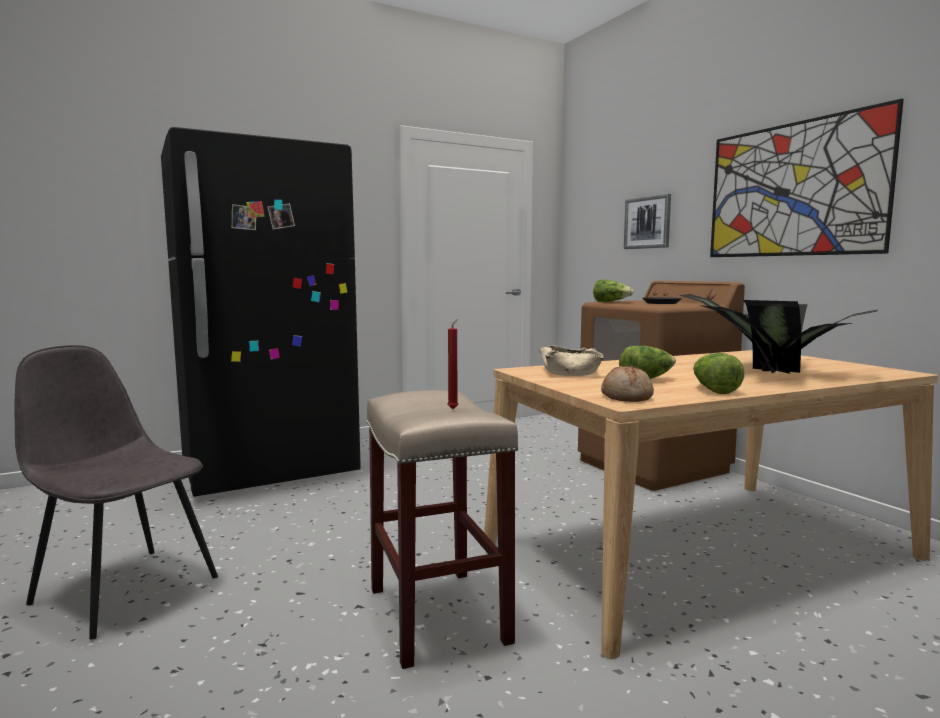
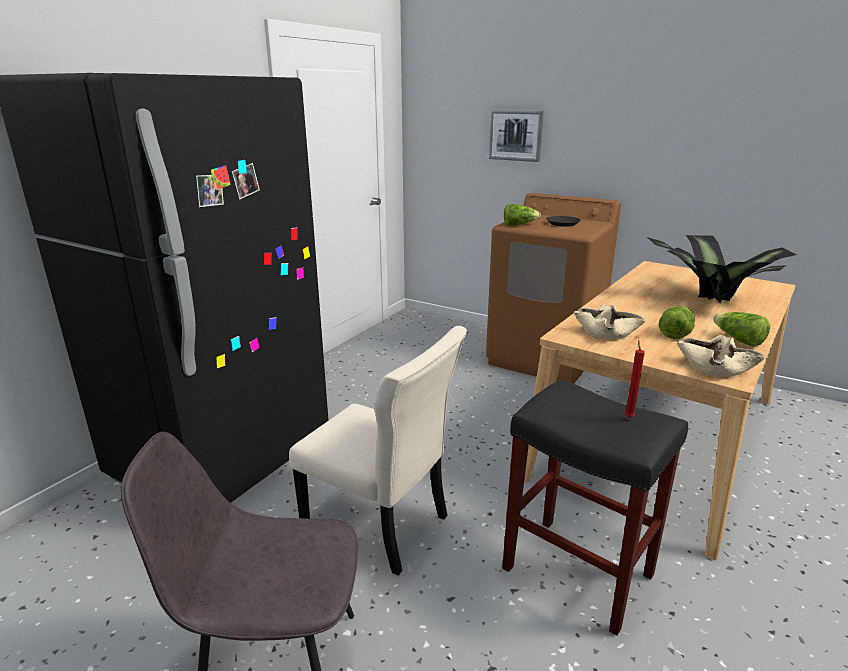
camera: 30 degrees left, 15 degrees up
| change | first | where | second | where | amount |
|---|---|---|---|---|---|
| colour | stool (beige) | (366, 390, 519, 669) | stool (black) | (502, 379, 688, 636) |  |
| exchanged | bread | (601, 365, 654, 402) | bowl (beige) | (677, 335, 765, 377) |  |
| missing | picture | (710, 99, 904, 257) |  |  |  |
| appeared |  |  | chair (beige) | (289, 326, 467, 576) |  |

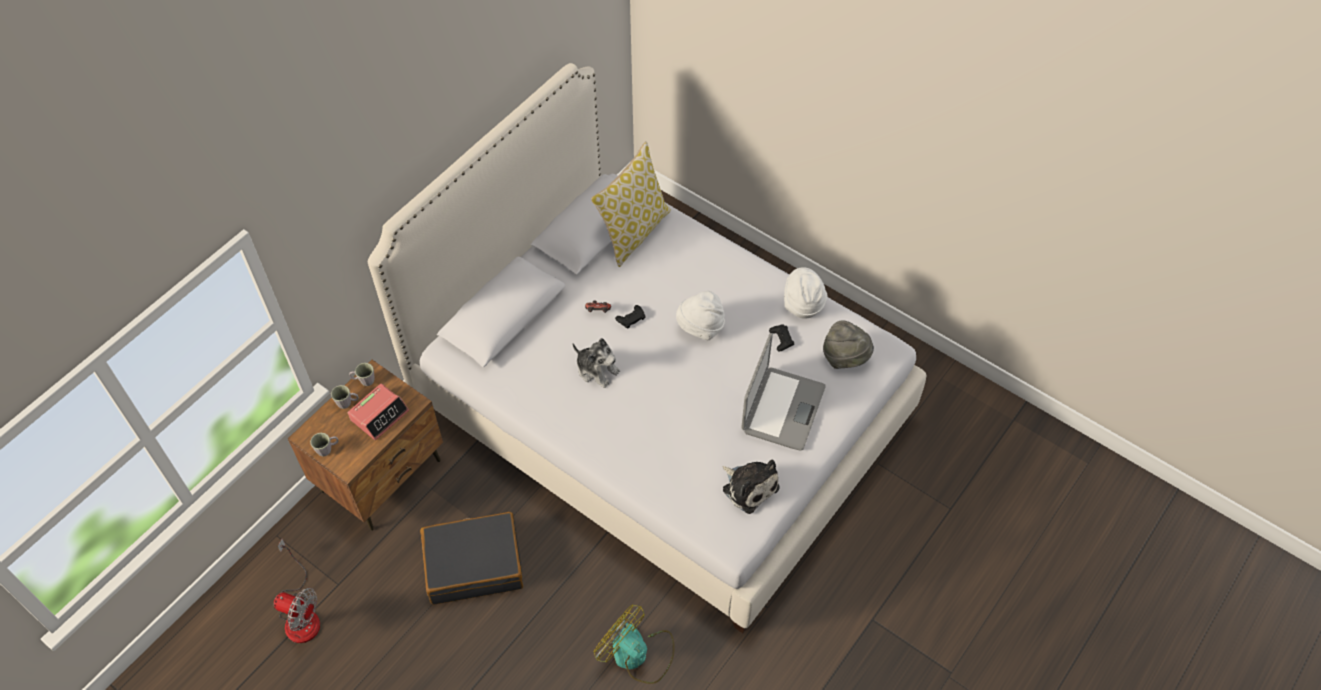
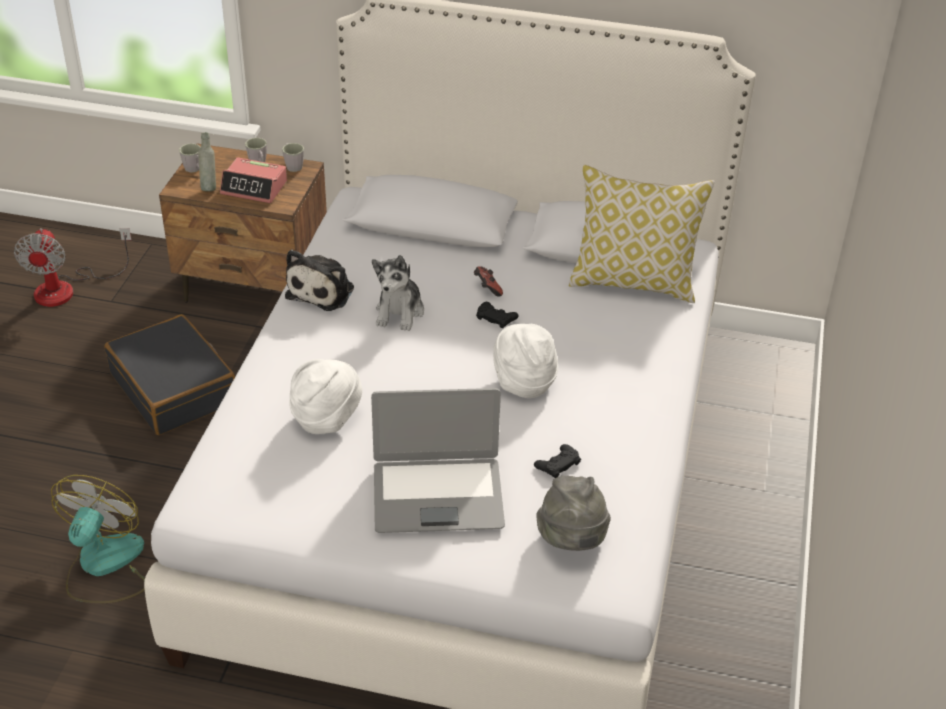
camera: 65 degrees right, 15 degrees down
| change | first | where | second | where | amount |
|---|---|---|---|---|---|
| relocated | plush toy | (722, 459, 780, 514) |  | (285, 250, 354, 311) |  |
| relocated | hat (white) | (784, 267, 828, 319) |  | (289, 359, 362, 434) |  |
| appeared |  |  | bottle (grey) | (198, 132, 216, 191) |  |

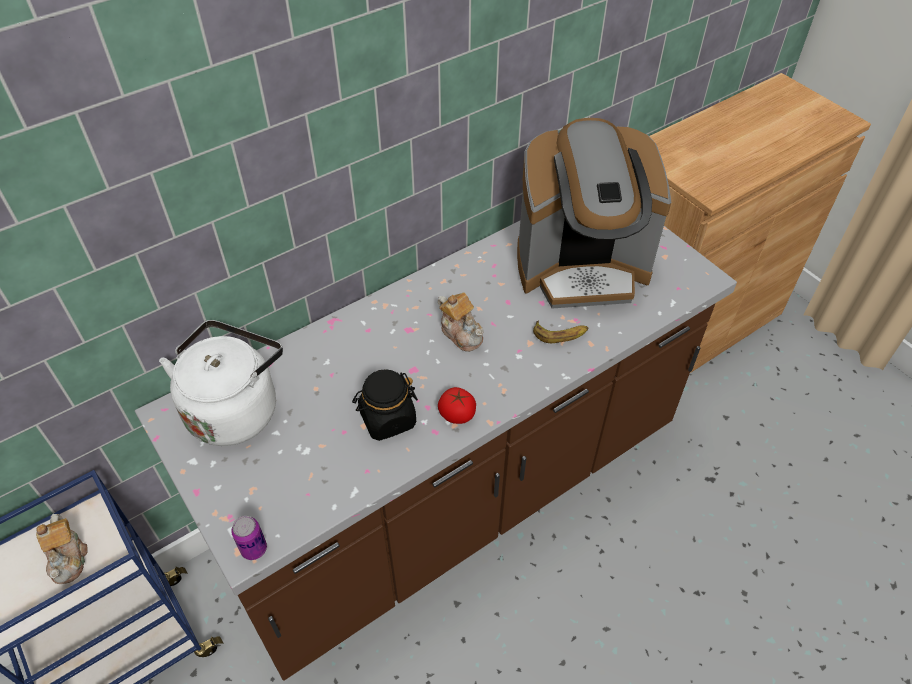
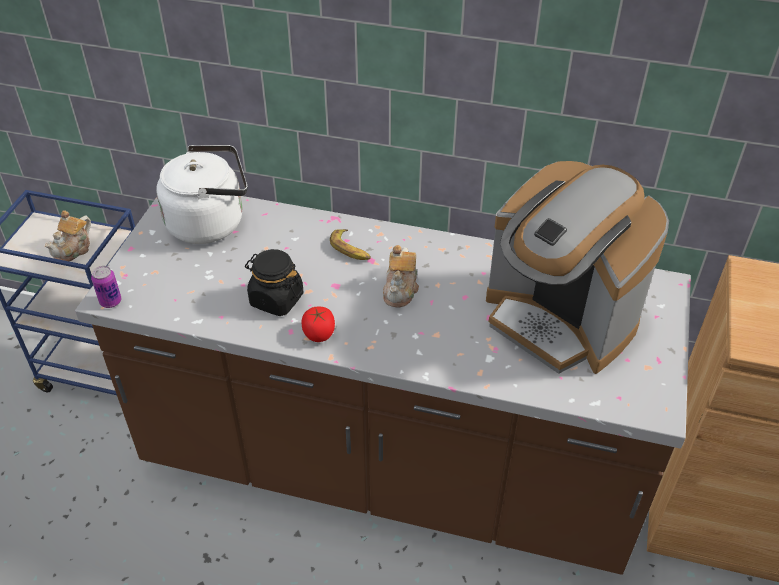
camera: 50 degrees right, 5 degrees down
| change | first | where | second | where | amount |
|---|---|---|---|---|---|
| relocated | banana | (533, 321, 588, 343) |  | (330, 229, 371, 260) |  |

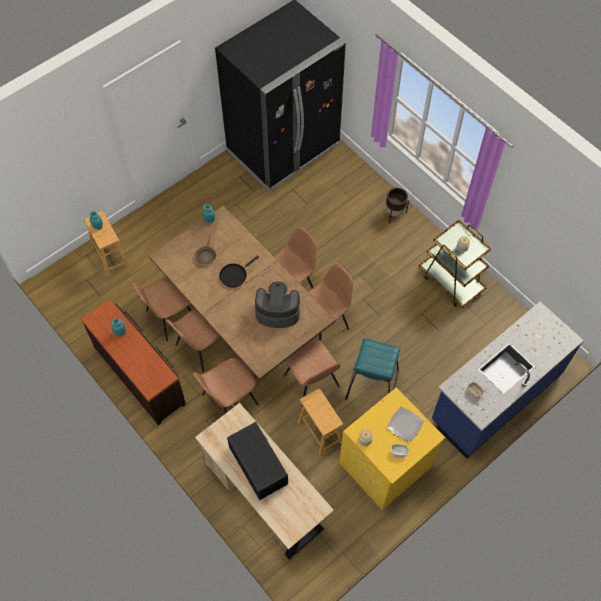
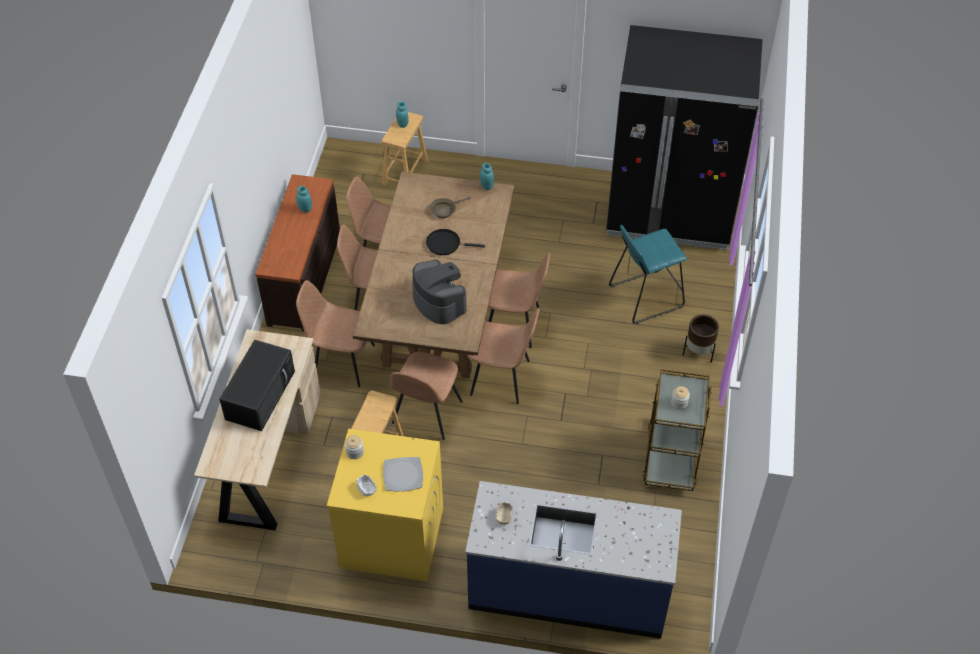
camera: 50 degrees right, 10 degrees down
| change | first | where | second | where | amount |
|---|---|---|---|---|---|
| relocated | stool (turquoise) | (345, 338, 400, 400) |  | (609, 225, 687, 324) |  |

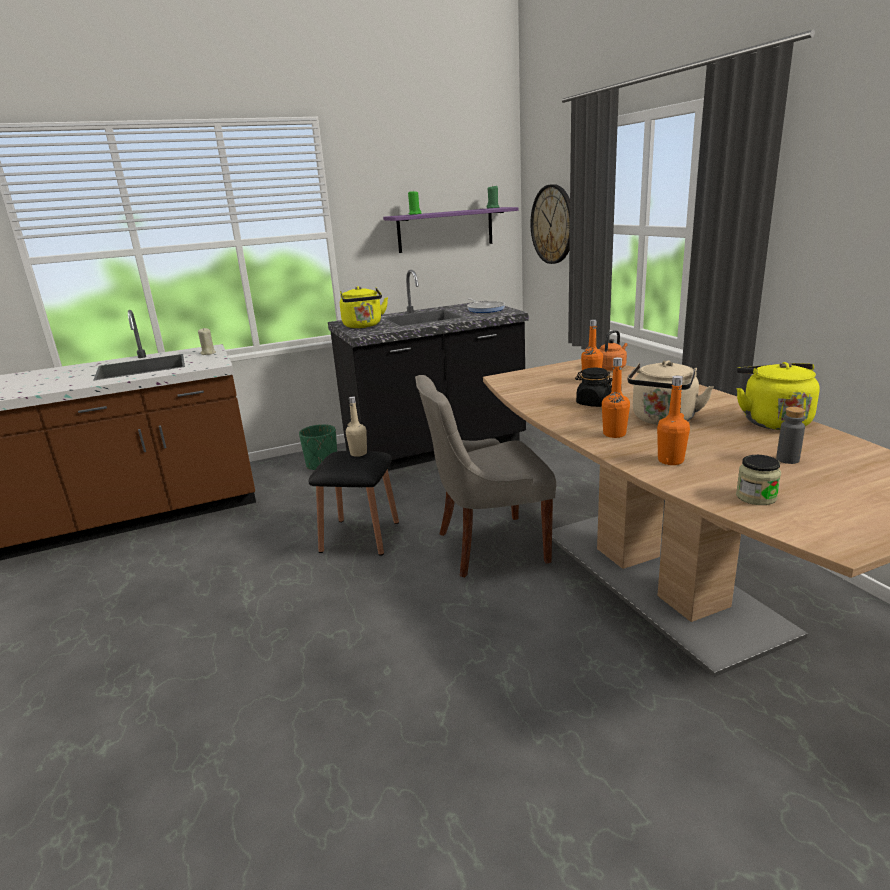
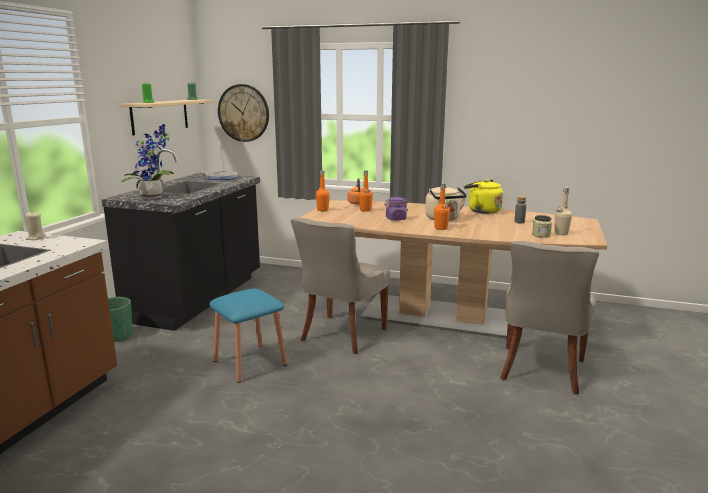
camera: 50 degrees left, 5 degrees down
| change | first | where | second | where | amount |
|---|---|---|---|---|---|
| colour | stool (black) | (308, 451, 399, 556) | stool (blue) | (209, 289, 287, 383) |  |
| exchanged | kettle (yellow) | (340, 286, 388, 328) | potted plant | (121, 124, 174, 199) |  |
| relocated | bottle (beige) | (346, 396, 367, 457) |  | (554, 187, 572, 235) |  |
| colour | shelf (purple) | (383, 207, 519, 253) | shelf (beige) | (121, 99, 214, 136) |  |
| colour | jar (black) | (575, 368, 612, 407) | jar (purple) | (384, 197, 408, 221) |  |
| relocated | bottle (orange) | (657, 376, 690, 465) |  | (316, 170, 330, 211) |  |
| appeared |  |  | chair (grey) | (500, 241, 599, 395) |  |

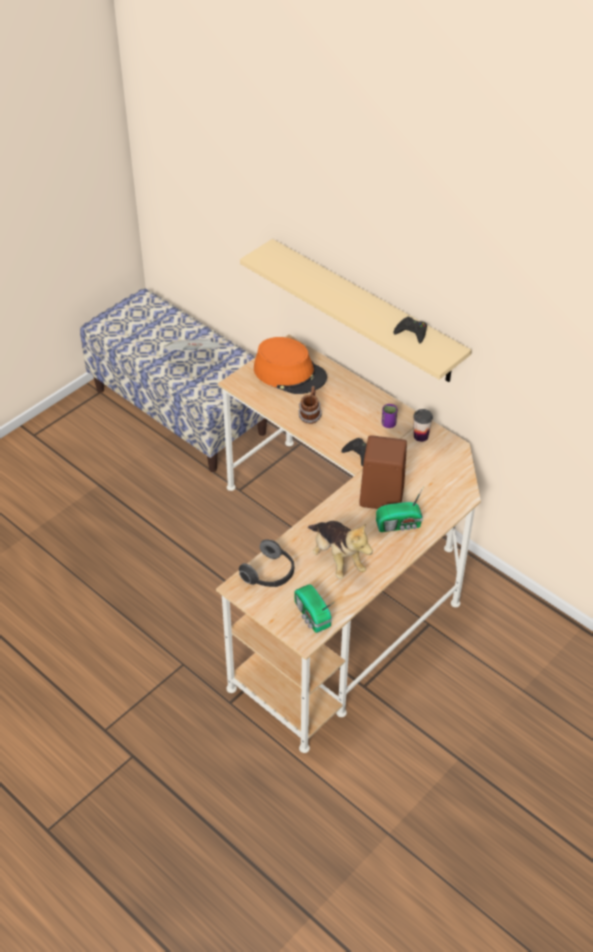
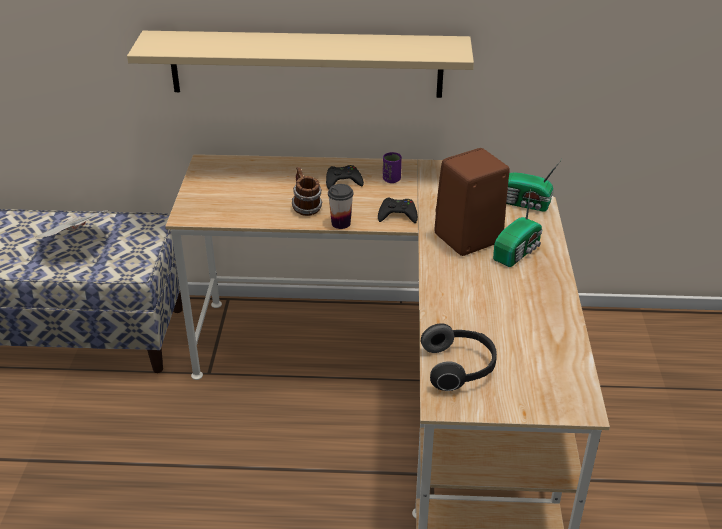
camera: 40 degrees left, 10 degrees down
| change | first | where | second | where | amount |
|---|---|---|---|---|---|
| missing | hat (orange) | (254, 337, 327, 394) |  |  |  |
| relocated | radio | (294, 584, 334, 633) |  | (506, 159, 562, 212) |  |
| missing | plush toy | (308, 521, 373, 579) |  |  |  |
| relocated | game controller (black) | (394, 317, 427, 343) |  | (326, 165, 364, 190) |  |
| relocated | cup | (413, 409, 433, 442) |  | (328, 184, 354, 229) |  |

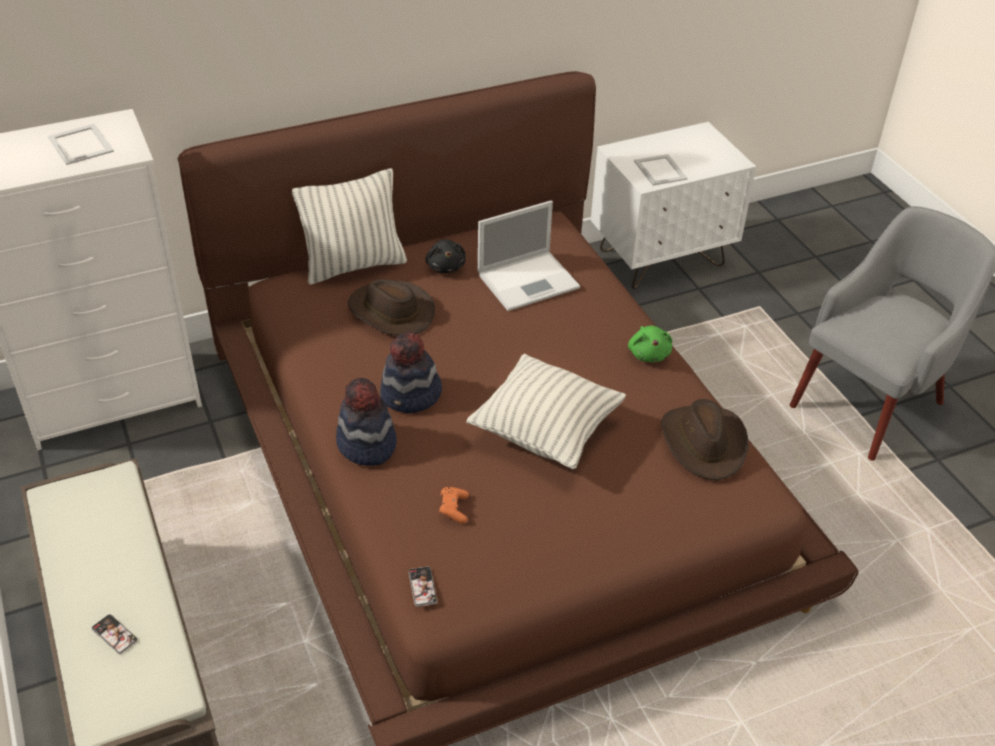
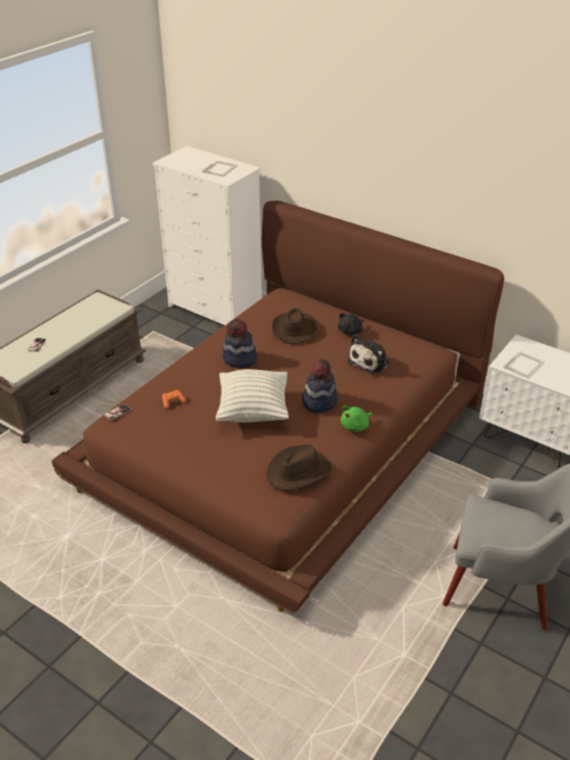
camera: 60 degrees right, 5 degrees down
| change | first | where | second | where | amount |
|---|---|---|---|---|---|
| missing | pillow | (292, 168, 407, 285) |  |  |  |
| relocated | hat | (336, 378, 397, 466) |  | (302, 359, 338, 413) |  |
| exchanged | laptop | (478, 201, 580, 311) | plush toy | (347, 334, 389, 374) |  |

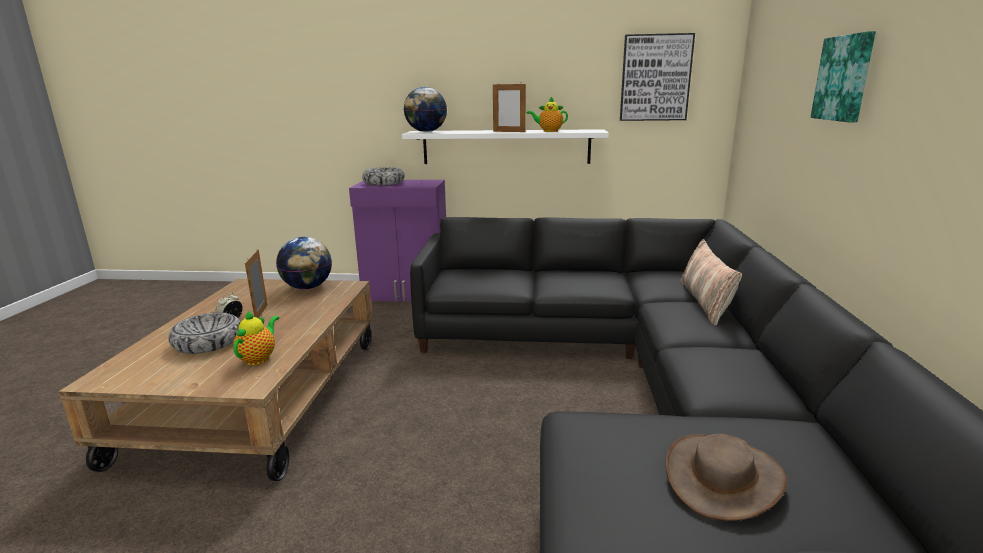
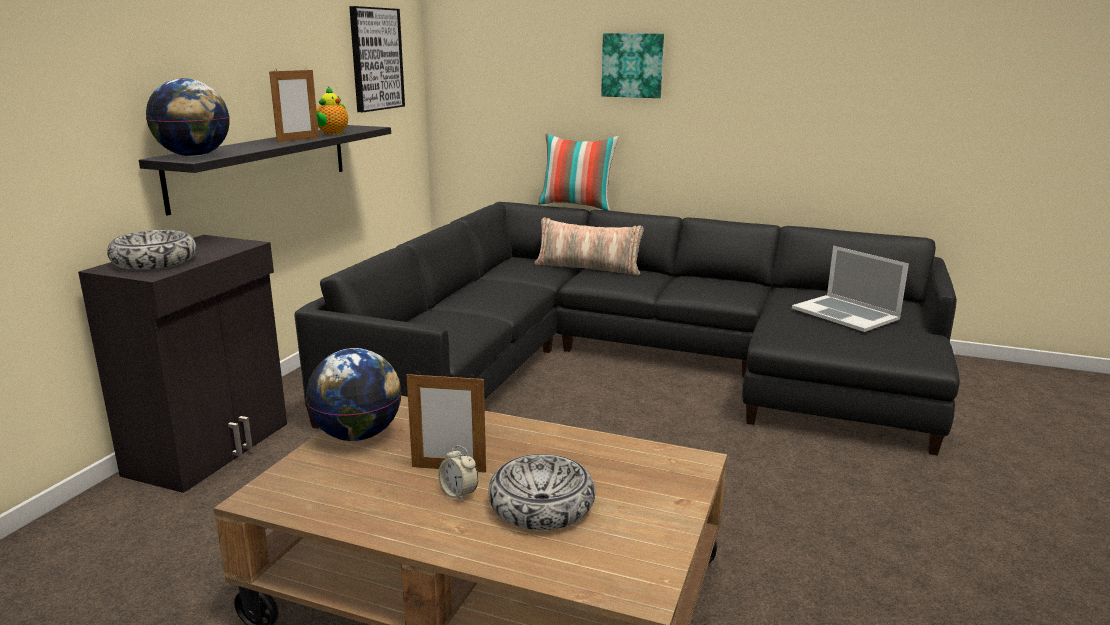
camera: 75 degrees left, 0 degrees up
| change | first | where | second | where | amount |
|---|---|---|---|---|---|
| missing | teapot | (233, 310, 279, 365) |  |  |  |
| colour | cabinet (purple) | (349, 180, 446, 302) | cabinet (black) | (78, 235, 287, 493) |  |
| colour | shelf (white) | (402, 129, 609, 164) | shelf (black) | (139, 125, 391, 216) |  |
| exchanged | hat (brown) | (665, 434, 787, 521) | laptop | (792, 246, 909, 332) |  |
| appeared |  |  | pillow | (538, 134, 618, 211) |  |

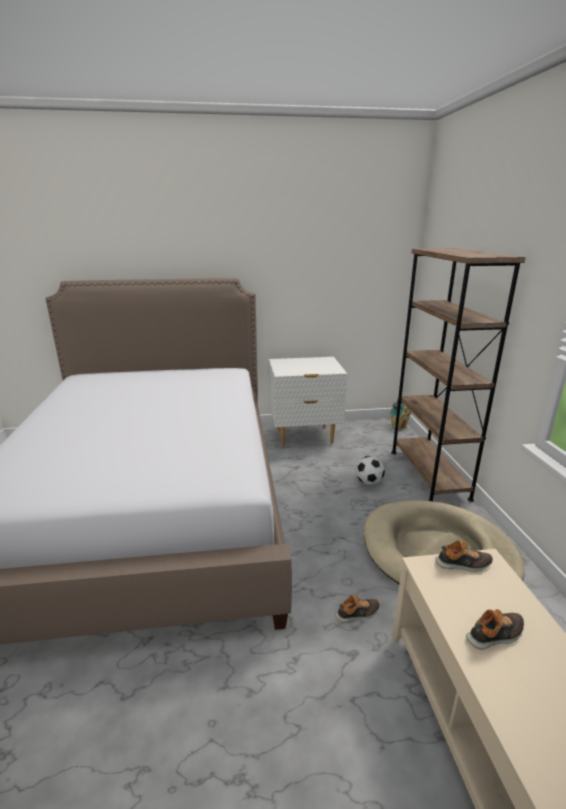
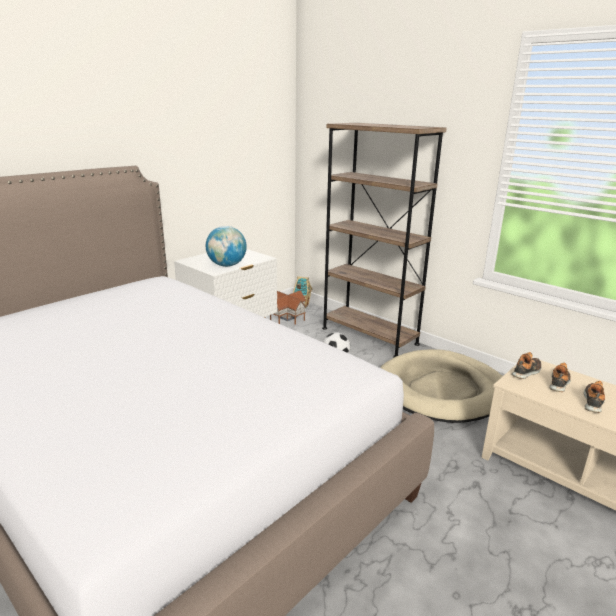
camera: 40 degrees left, 0 degrees up
| change | first | where | second | where | amount |
|---|---|---|---|---|---|
| relocated | shoe | (335, 595, 380, 623) |  | (549, 363, 571, 392) |  |
| appeared |  |  | globe | (206, 226, 247, 267) |  |
| appeared |  |  | toy house | (270, 290, 306, 325) |  |

